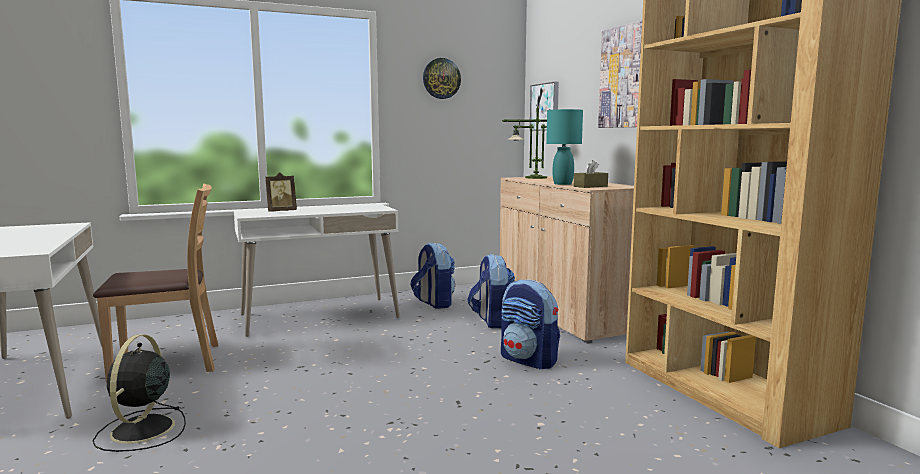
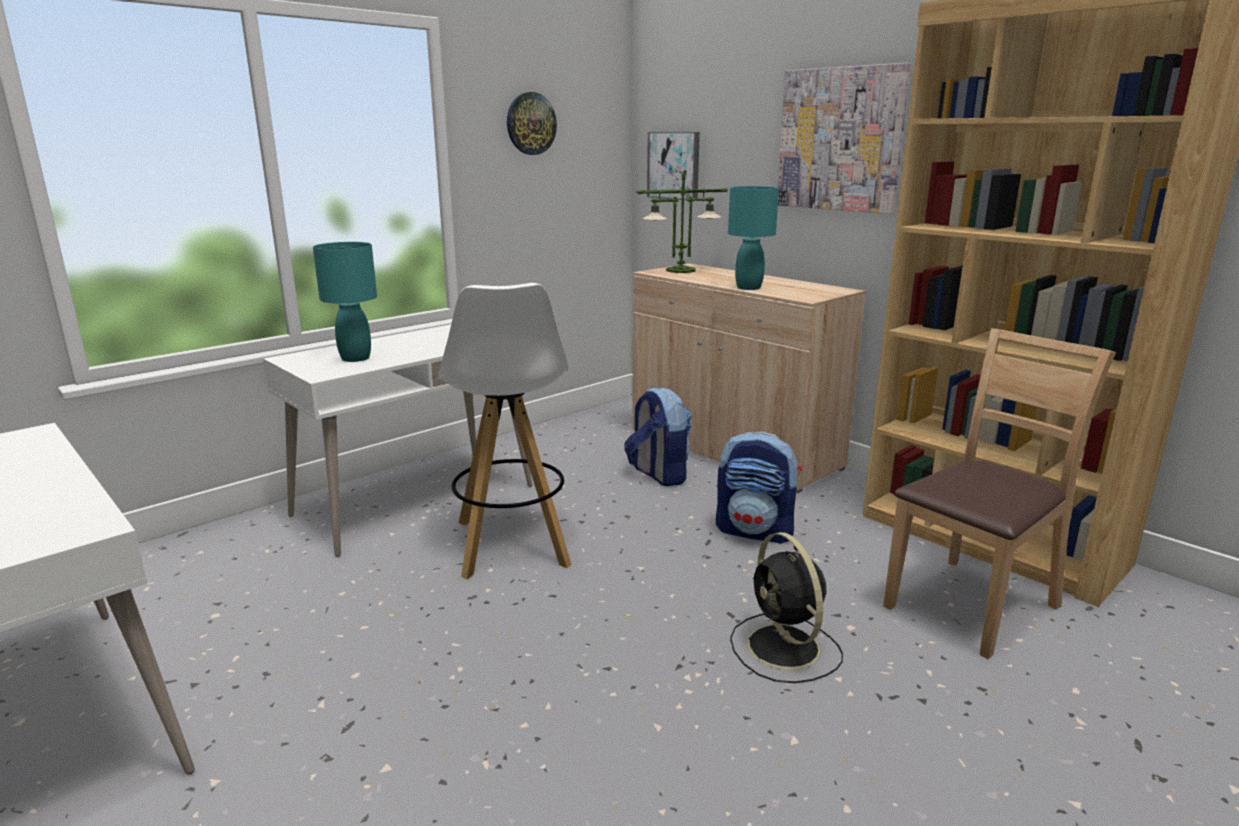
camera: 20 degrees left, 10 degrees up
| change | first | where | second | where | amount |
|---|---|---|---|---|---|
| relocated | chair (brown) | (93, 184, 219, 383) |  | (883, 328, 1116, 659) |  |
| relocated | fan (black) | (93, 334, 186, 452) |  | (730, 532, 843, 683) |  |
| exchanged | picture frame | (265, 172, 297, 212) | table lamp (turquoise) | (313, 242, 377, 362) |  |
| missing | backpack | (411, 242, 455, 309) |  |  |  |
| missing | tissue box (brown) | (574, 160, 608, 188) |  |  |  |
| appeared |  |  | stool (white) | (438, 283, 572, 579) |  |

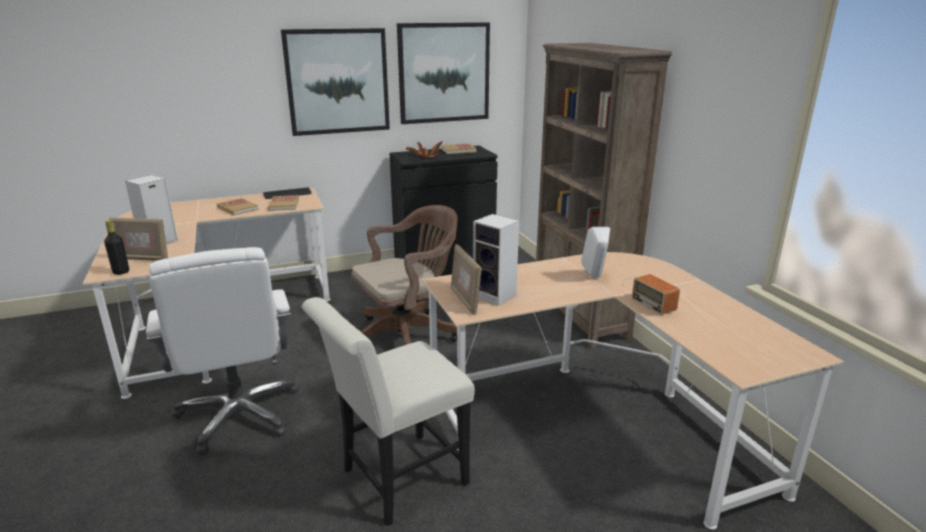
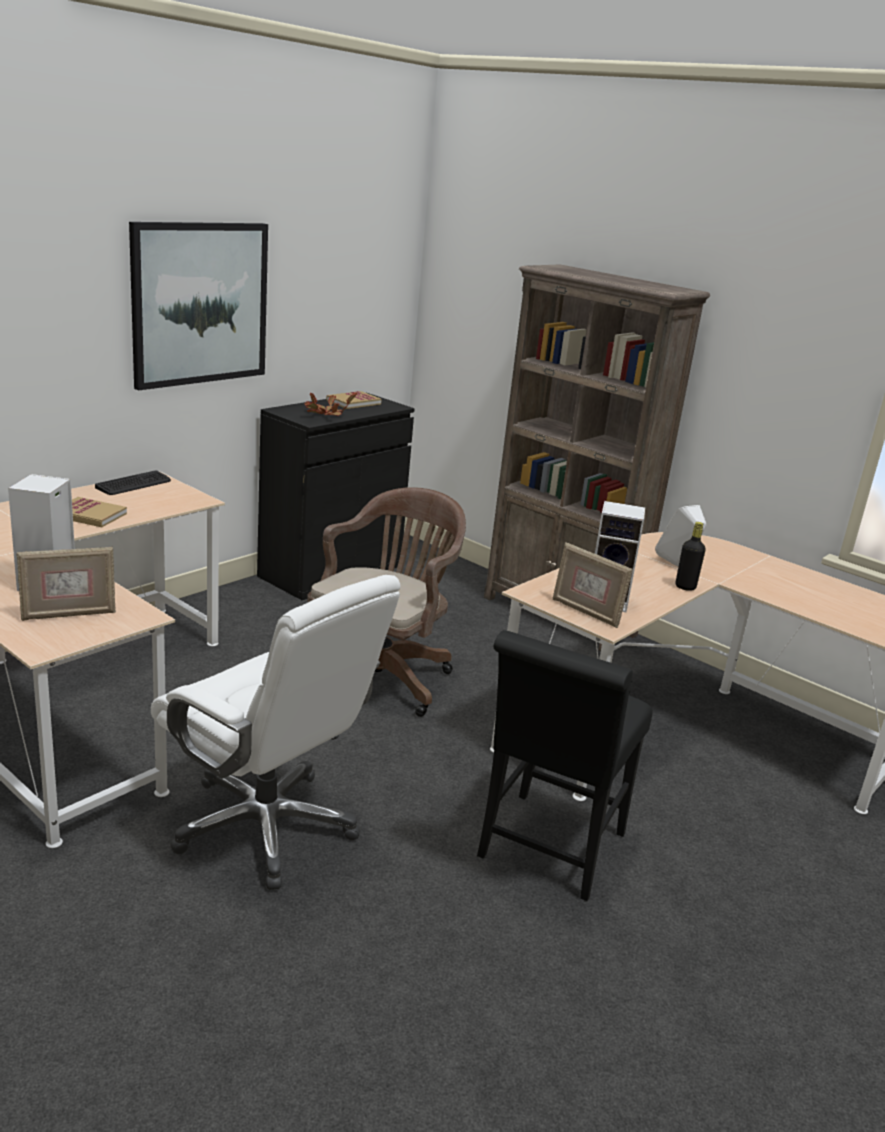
camera: 30 degrees left, 0 degrees up
| change | first | where | second | where | amount |
|---|---|---|---|---|---|
| relocated | bottle (black) | (104, 220, 129, 275) |  | (676, 522, 706, 591) |  |
| missing | book | (268, 195, 299, 211) |  |  |  |
| colour | chair (white) | (302, 297, 475, 526) | chair (black) | (477, 630, 653, 901) |  |
| missing | picture | (397, 22, 490, 124) |  |  |  |
| missing | radio | (621, 274, 680, 315) |  |  |  |

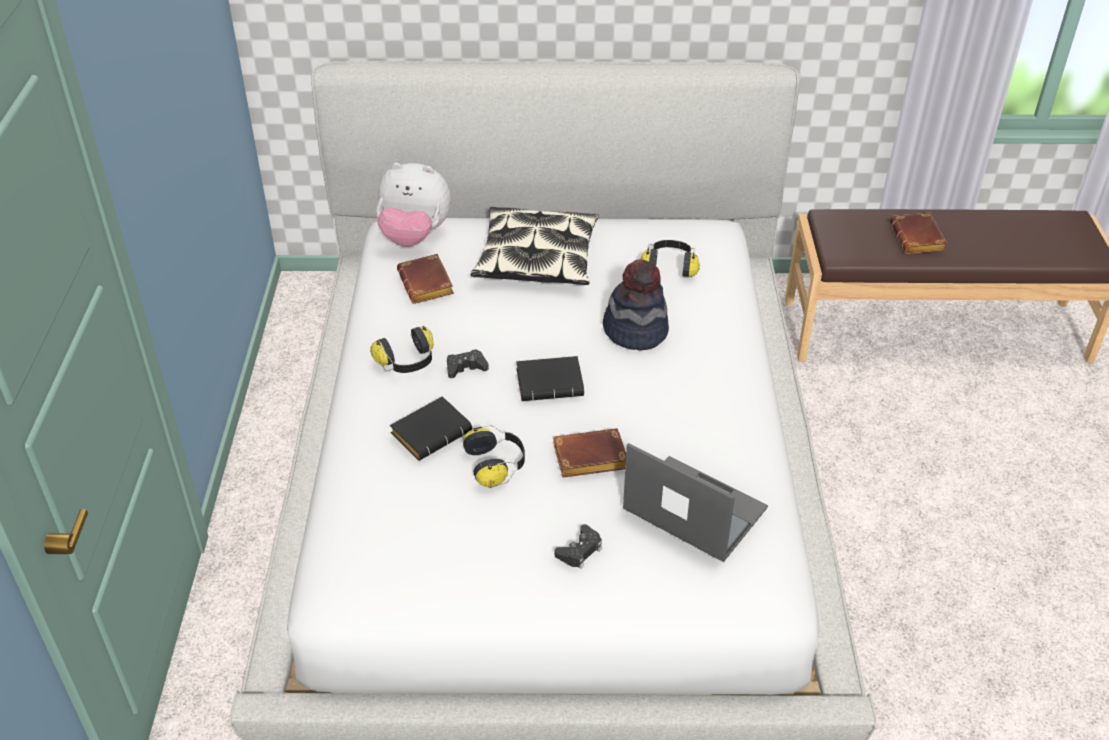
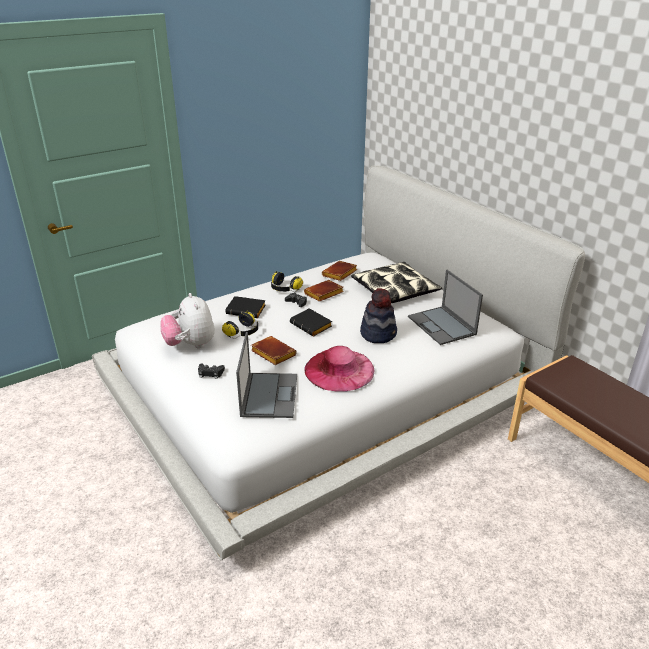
camera: 55 degrees right, 10 degrees down
| change | first | where | second | where | amount |
|---|---|---|---|---|---|
| relocated | plush toy | (376, 163, 451, 247) |  | (160, 293, 215, 349) |  |
| exchanged | headphones | (641, 240, 700, 277) | laptop | (408, 270, 483, 345) |  |
| relocated | book (brown) | (890, 213, 947, 254) |  | (304, 280, 344, 302) |  |
| appeared |  |  | hat (pink) | (304, 346, 374, 392) |  |

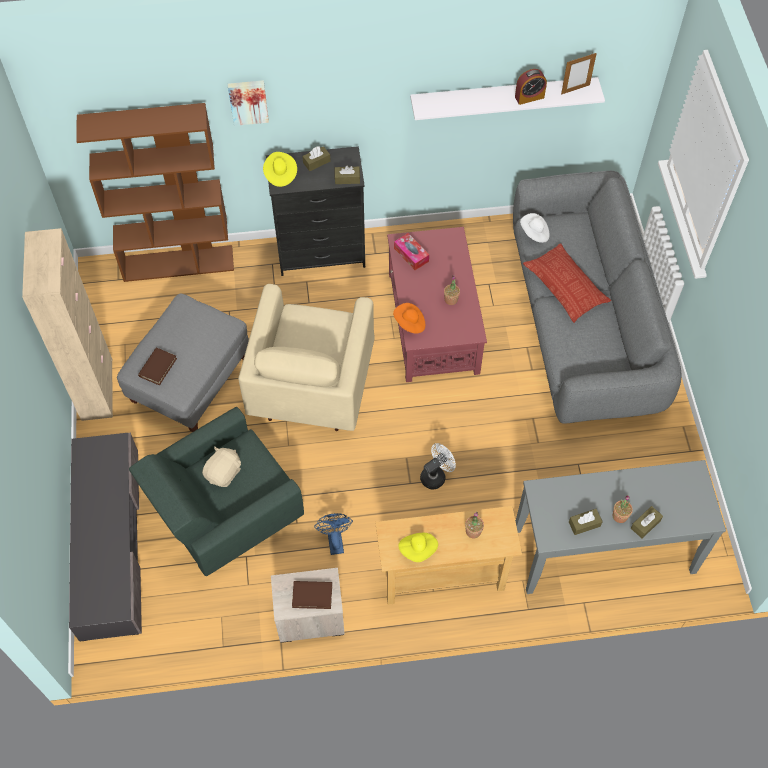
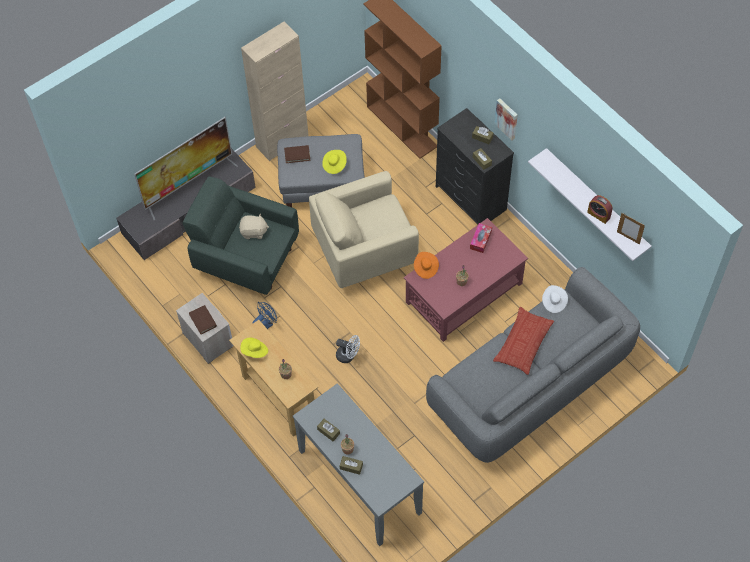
camera: 60 degrees right, 0 degrees up
| change | first | where | second | where | amount |
|---|---|---|---|---|---|
| relocated | picture | (228, 80, 269, 126) |  | (495, 98, 518, 140) |  |
| relocated | hat (yellow) | (263, 152, 297, 187) |  | (322, 150, 347, 174) |  |
| appeared |  |  | television | (134, 117, 238, 220) |  |

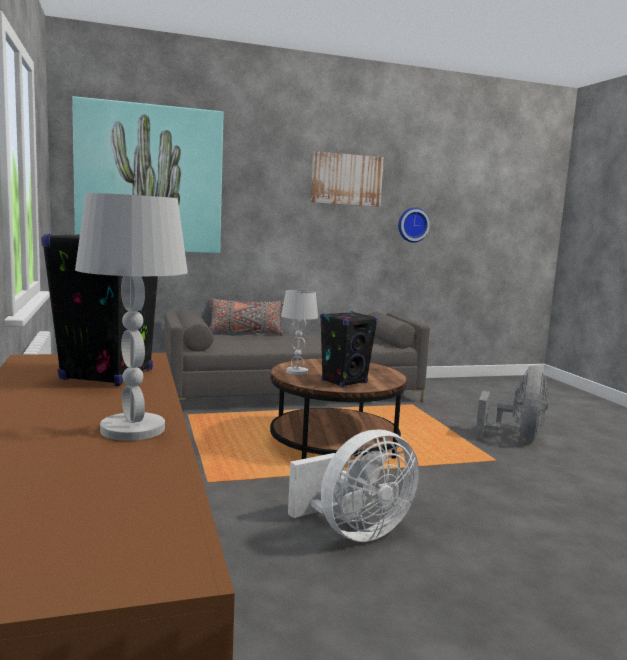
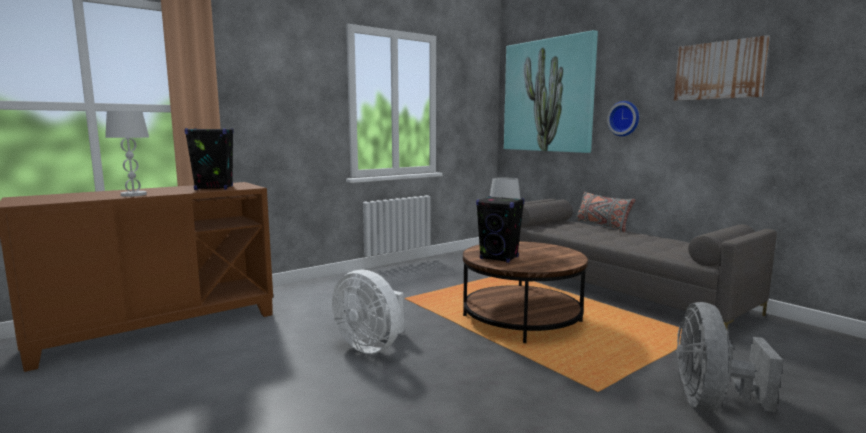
camera: 70 degrees right, 0 degrees up
| change | first | where | second | where | amount |
|---|---|---|---|---|---|
| relocated | wall clock | (398, 208, 430, 243) |  | (607, 101, 639, 136) |  |
| spun | fan (grey) | (475, 366, 549, 440) |  | (676, 302, 783, 412) | 105 degrees clockwise |

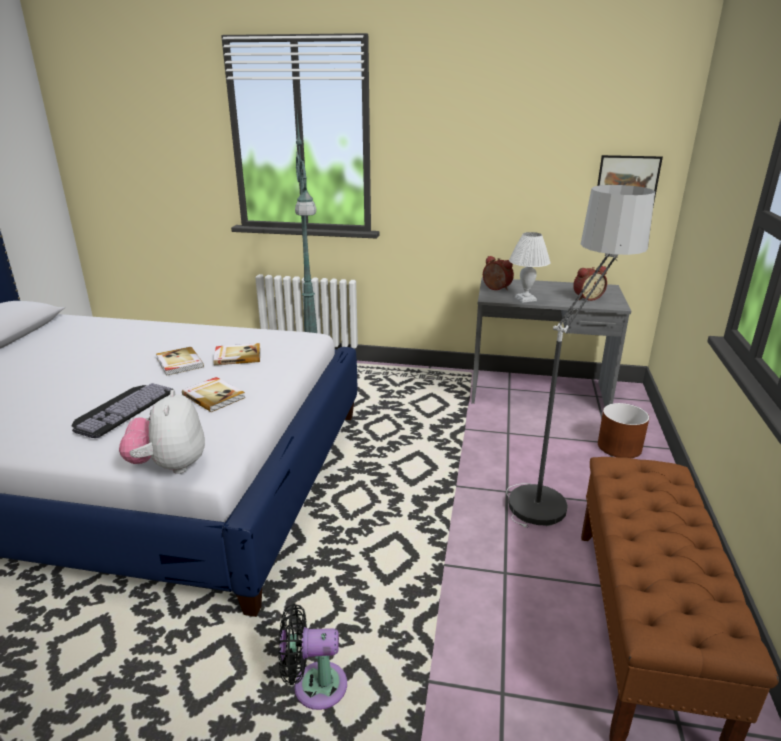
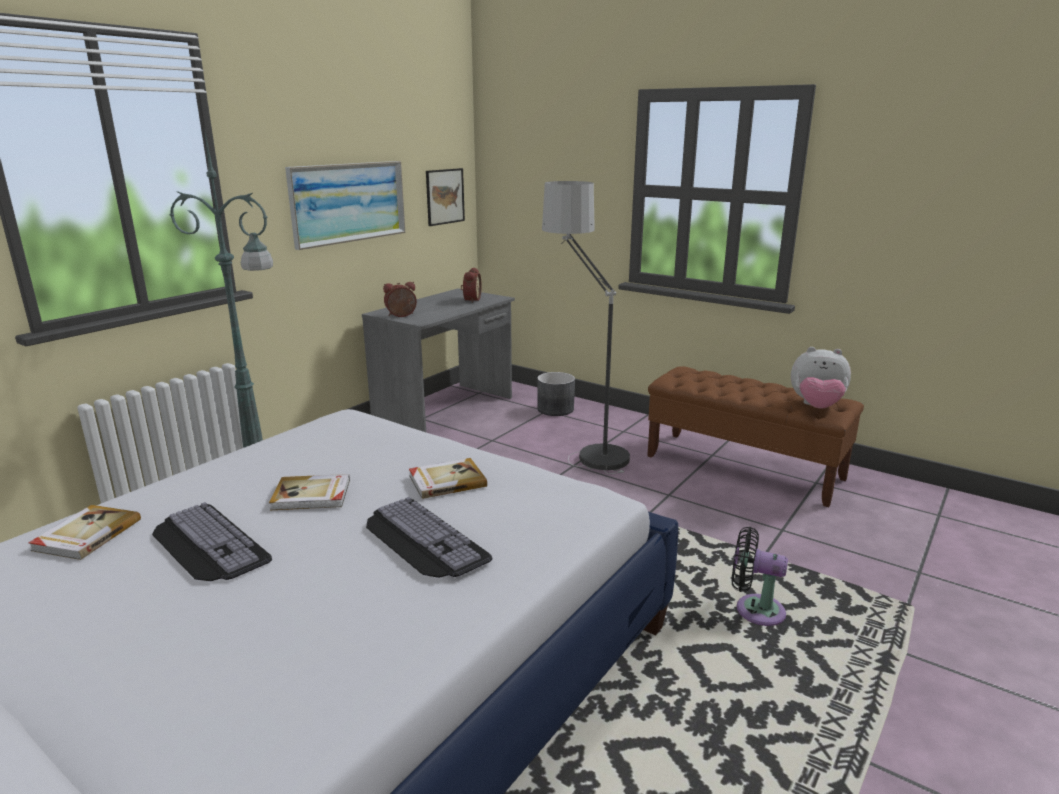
camera: 65 degrees left, 5 degrees down
| change | first | where | second | where | amount |
|---|---|---|---|---|---|
| relocated | plush toy | (119, 390, 205, 474) |  | (791, 347, 851, 409) |  |
| relocated | book | (213, 343, 260, 365) |  | (29, 505, 141, 560) |  |
| spun | fan (black) | (279, 604, 347, 710) |  | (732, 527, 788, 626) | 90 degrees clockwise |
| missing | table lamp (white) | (509, 232, 550, 303) |  |  |  |
| colour | planter (brown) | (598, 403, 650, 458) | planter (grey) | (537, 372, 575, 416) |  |
| appeared |  |  | keyboard | (152, 502, 272, 581) |  |
| appeared |  |  | picture | (285, 161, 405, 250) |  |

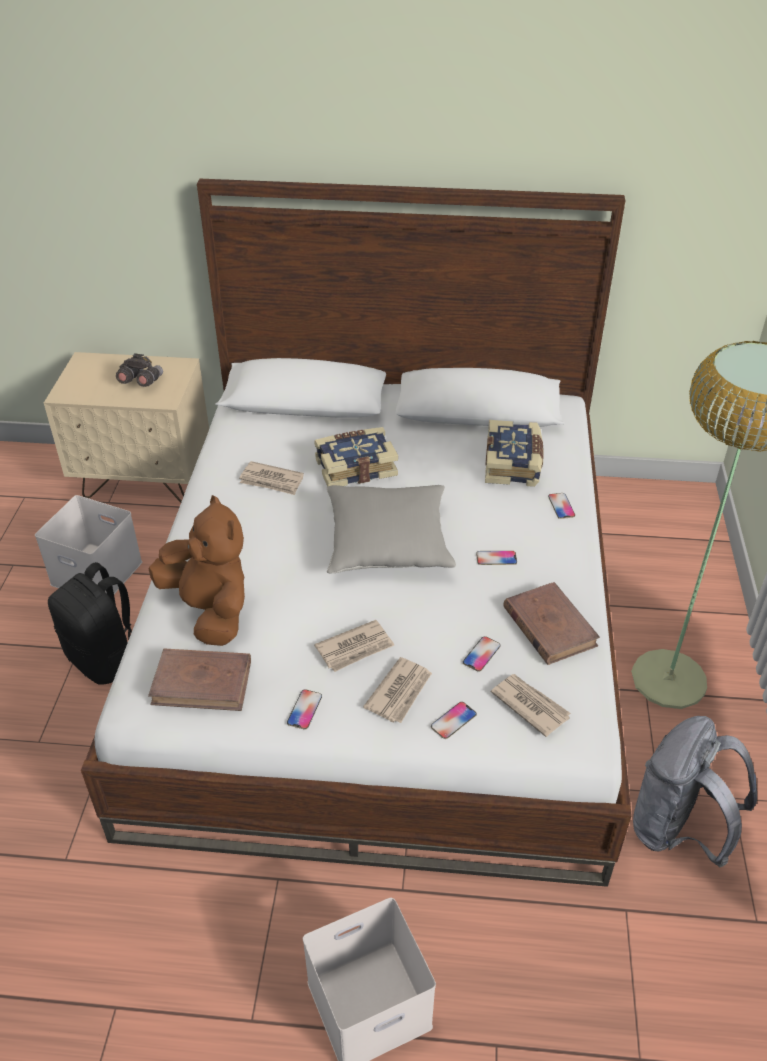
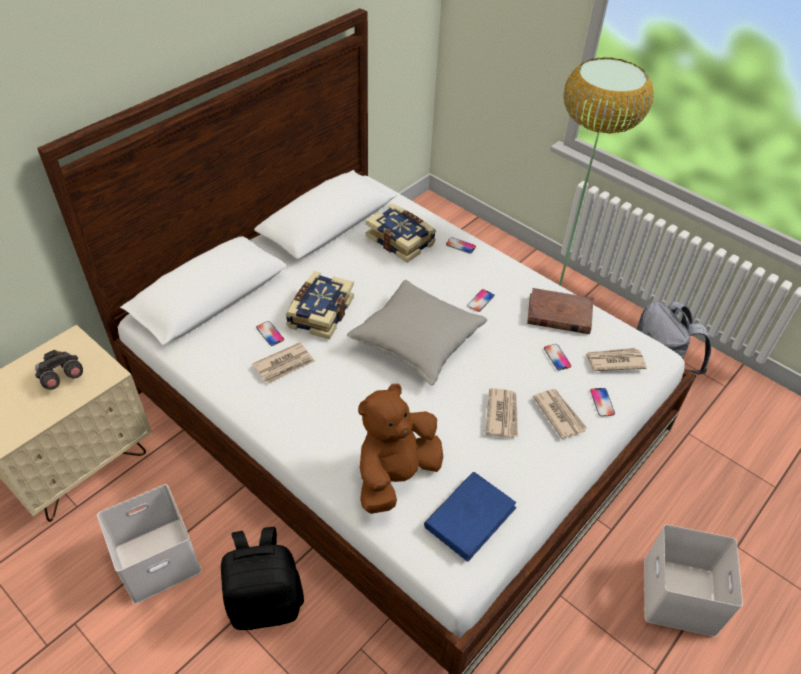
camera: 55 degrees left, 5 degrees up
| change | first | where | second | where | amount |
|---|---|---|---|---|---|
| spun | plush toy (brown) | (148, 495, 245, 646) |  | (358, 384, 443, 514) | 45 degrees counterclockwise |
| colour | book (brown) | (148, 648, 251, 711) | book (blue) | (424, 472, 517, 562) |  |
| relocated | phone | (287, 689, 322, 729) |  | (256, 321, 284, 346) |  |

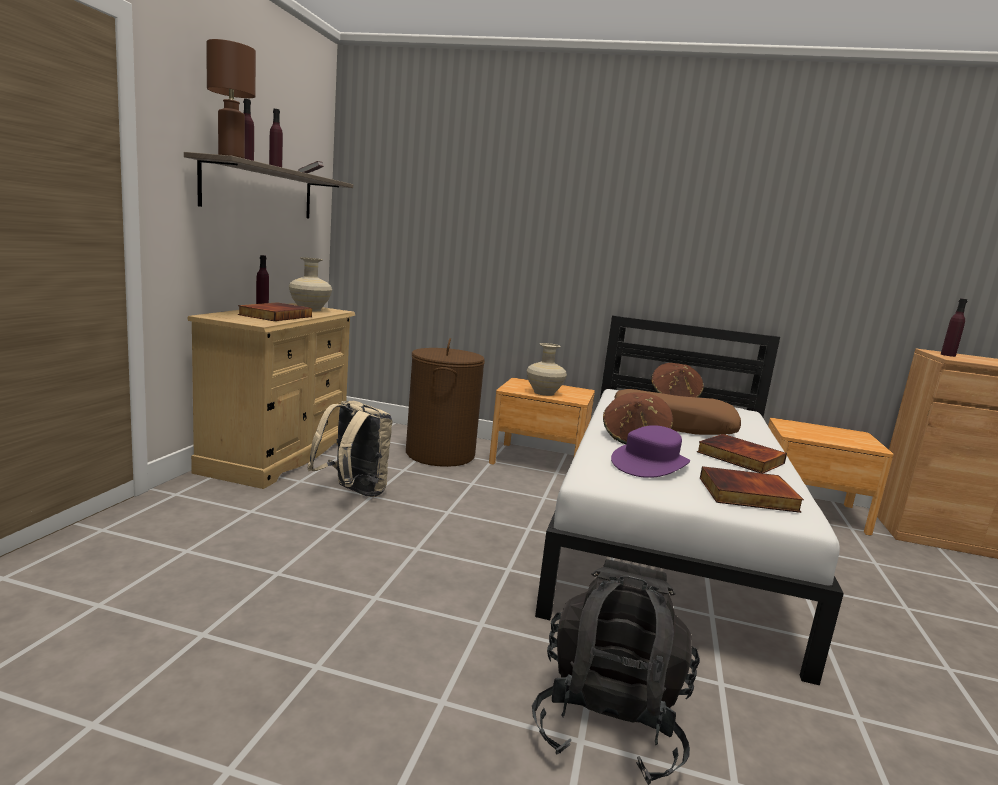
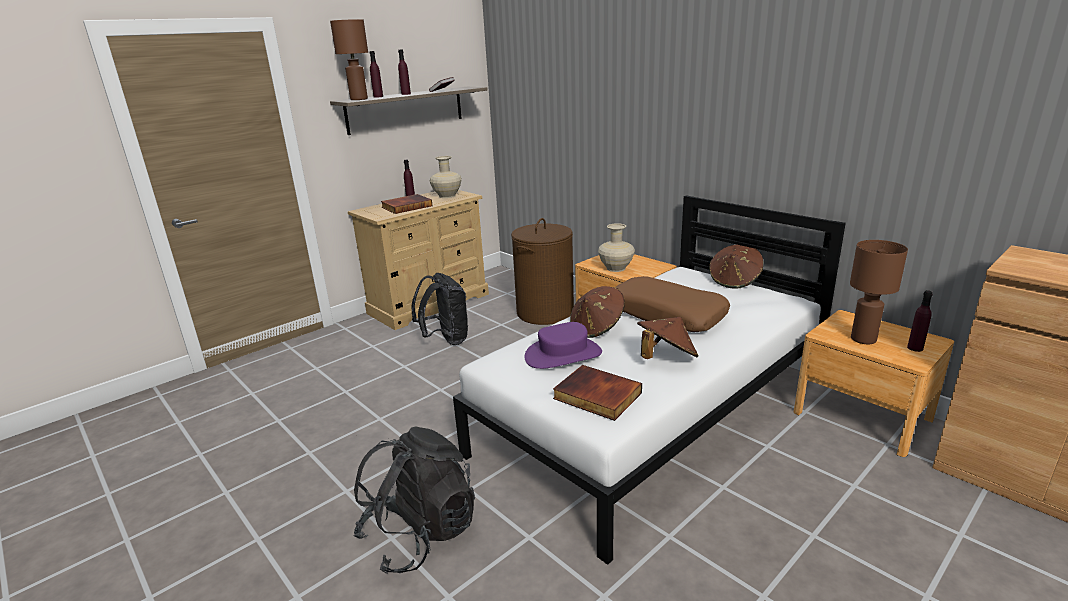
camera: 35 degrees right, 10 degrees up
| change | first | where | second | where | amount |
|---|---|---|---|---|---|
| colour | backpack (beige) | (307, 401, 392, 497) | backpack (black) | (412, 273, 469, 345) |  |
| exchanged | book | (697, 434, 787, 473) | hat (brown) | (637, 317, 698, 359) |  |
| relocated | bottle (purple) | (941, 299, 967, 357) |  | (907, 290, 933, 352) |  |
| appeared |  |  | table lamp (brown) | (850, 240, 908, 344) |  |

